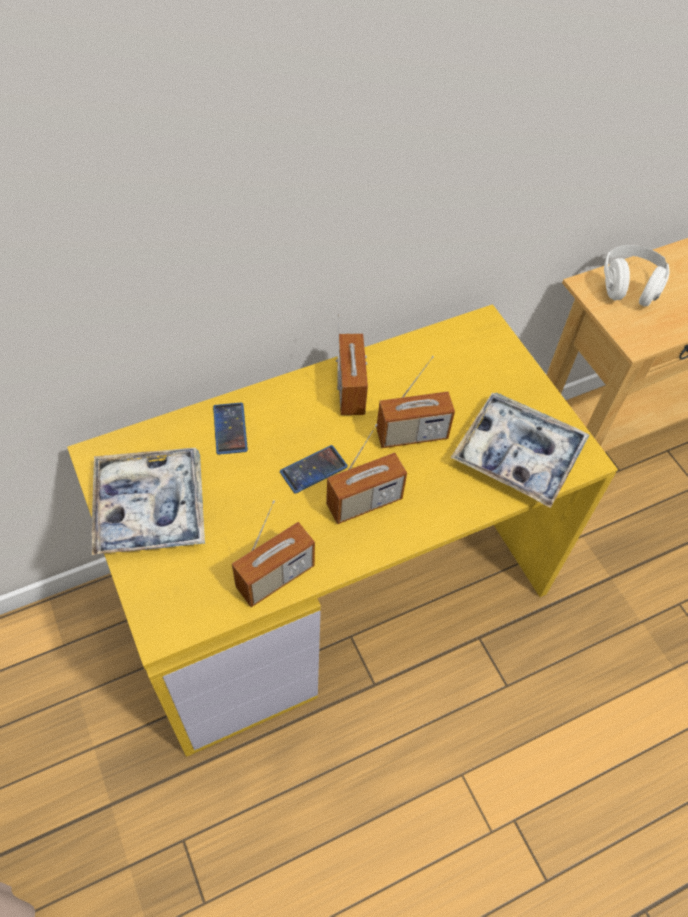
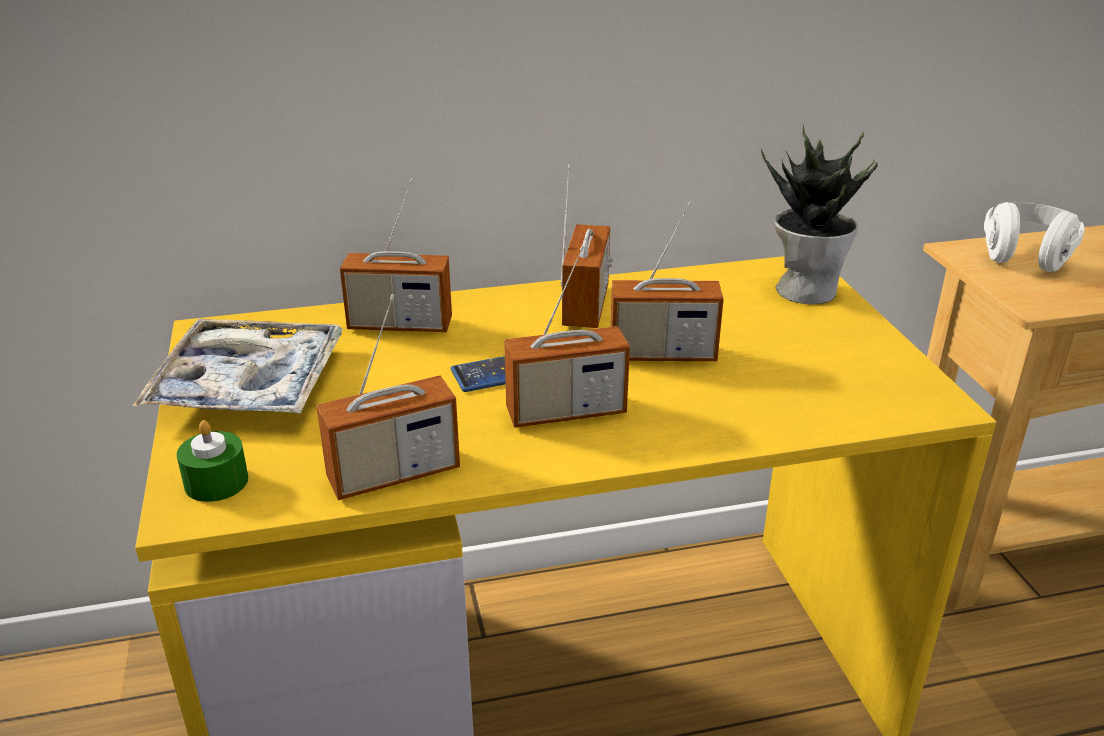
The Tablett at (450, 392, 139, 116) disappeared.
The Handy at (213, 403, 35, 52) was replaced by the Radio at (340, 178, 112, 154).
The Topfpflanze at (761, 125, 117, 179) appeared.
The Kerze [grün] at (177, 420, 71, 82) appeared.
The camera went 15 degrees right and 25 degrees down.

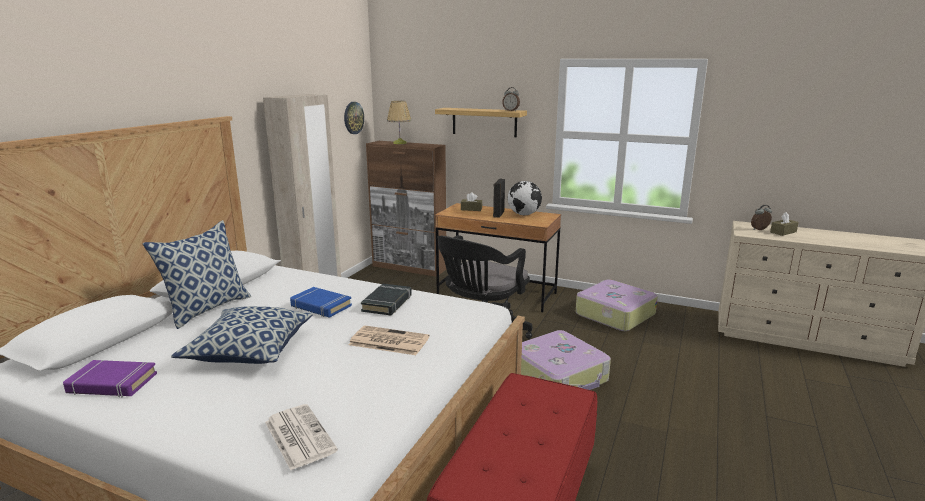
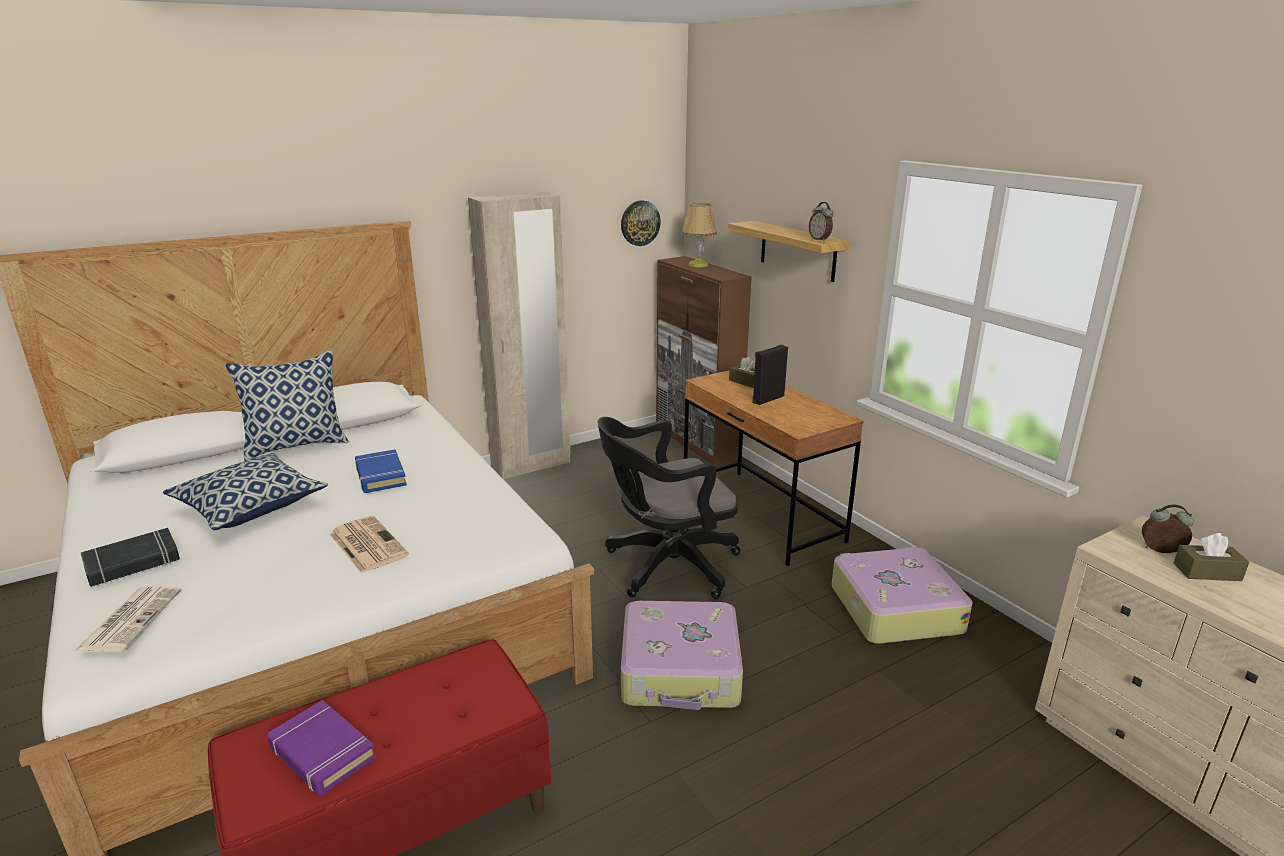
The Globus at (508, 181, 34, 34) disappeared.
The Buch [schwarz] moved from (361, 283, 51, 33) to (81, 528, 99, 59).
The Buch [lila] moved from (63, 360, 94, 37) to (267, 700, 109, 95).
The camera went 35 degrees right and 5 degrees up.

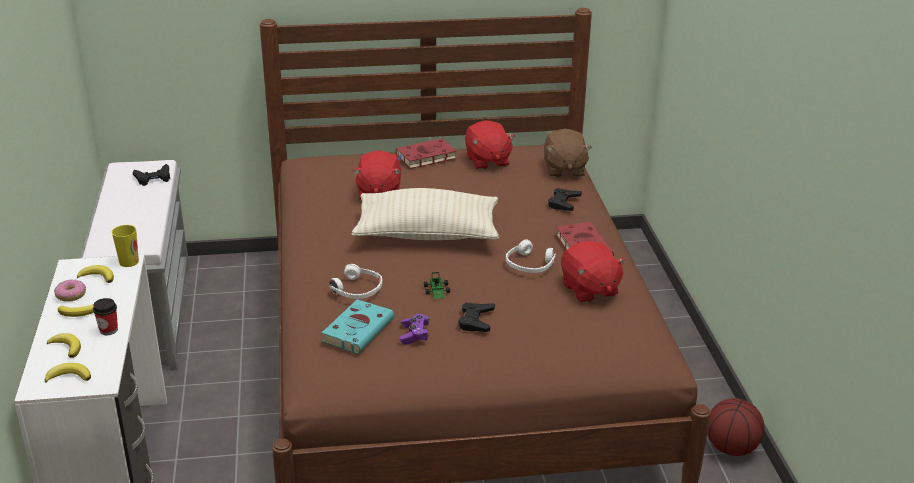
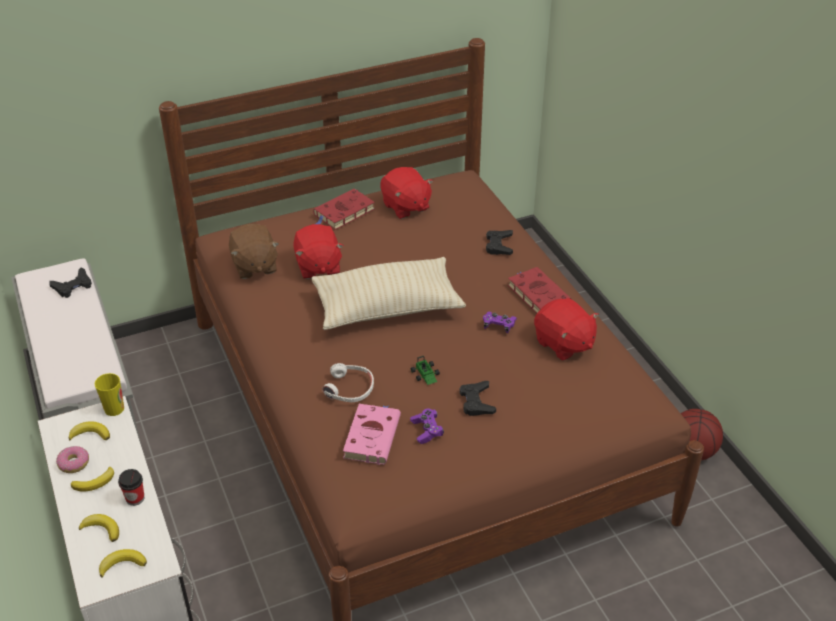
The Plüschtier [braun] moved from (544, 129, 48, 49) to (229, 224, 50, 55).
The Kopfhörer [weiß] at (506, 239, 50, 34) was replaced by the Gamepad [lila] at (483, 312, 34, 21).
The Buch [türkis] at (322, 299, 73, 55) became the Buch [rosa] at (343, 404, 58, 61).
The camera went 15 degrees left and 10 degrees up.

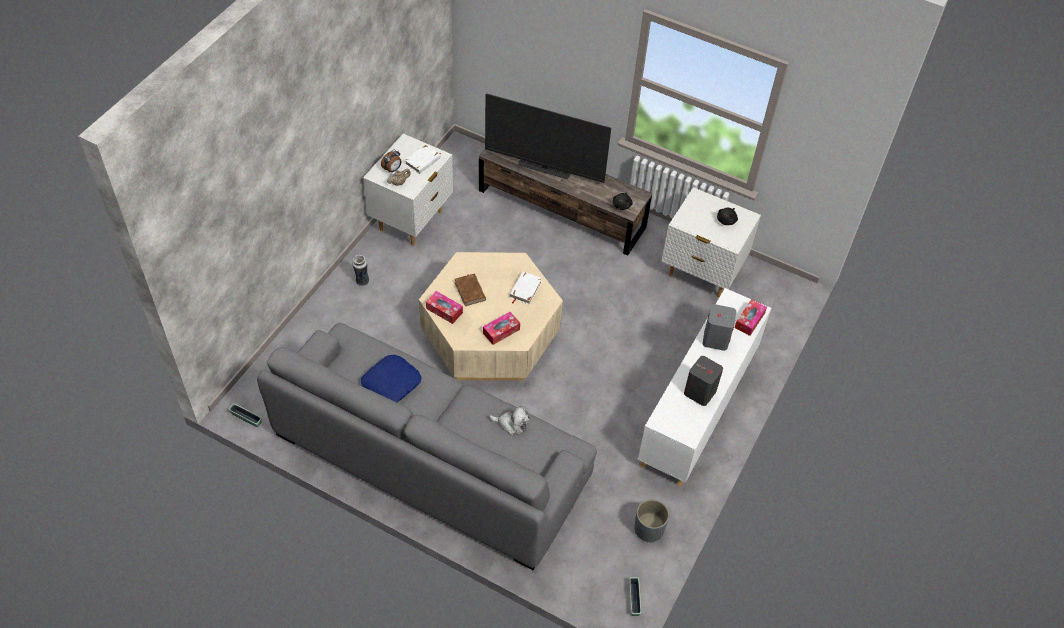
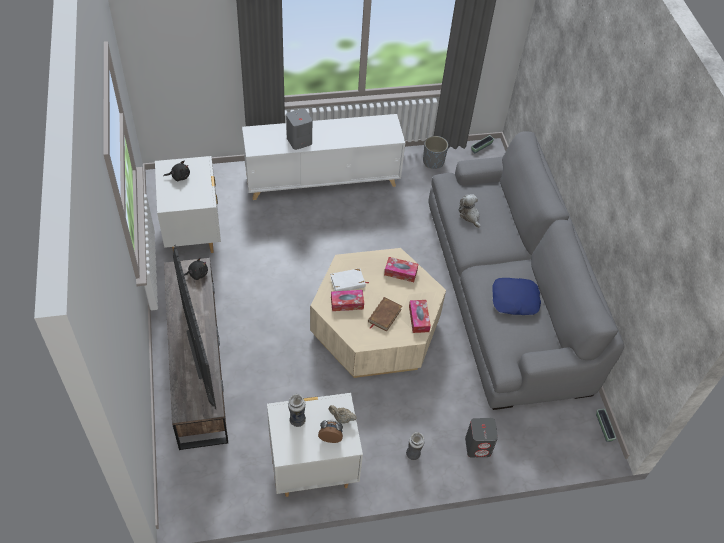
The Buch [weiß] at (405, 145, 36, 29) was replaced by the Vase at (288, 394, 18, 33).
The Taschentuchbox moved from (735, 299, 32, 37) to (331, 290, 33, 21).
The Lautsprecher [grau] moved from (684, 356, 39, 50) to (465, 418, 33, 40).
The camera went 130 degrees left and 0 degrees up.

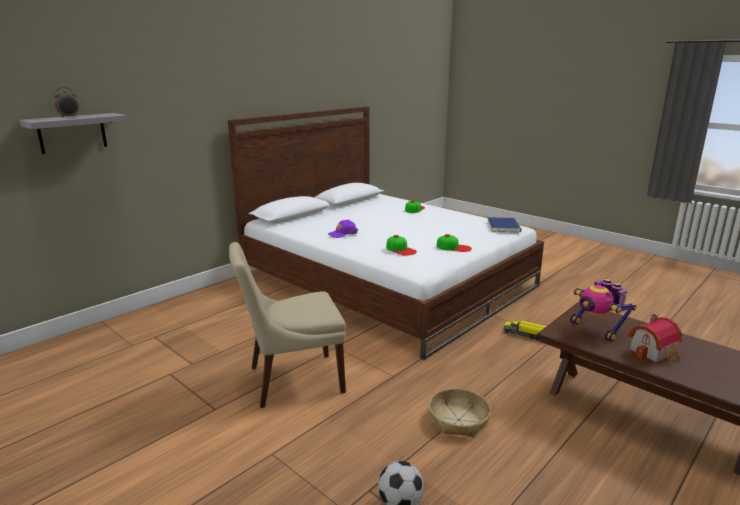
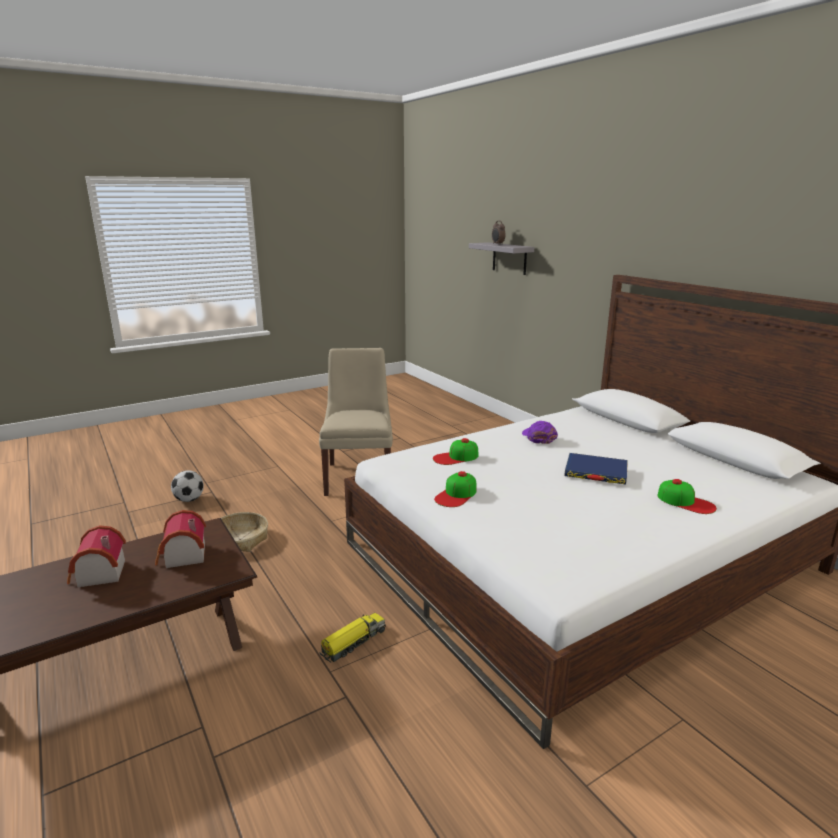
The Buch [blau] moved from (487, 217, 35, 16) to (564, 453, 64, 32).
The Spielzeugroboter at (570, 279, 66, 63) was replaced by the Spielzeughaus at (155, 510, 51, 58).
The camera went 105 degrees right and 0 degrees up.

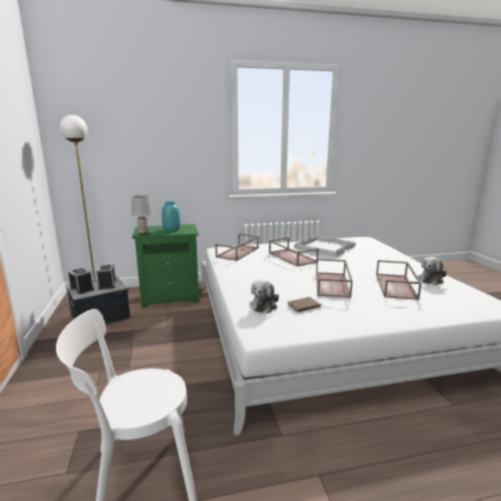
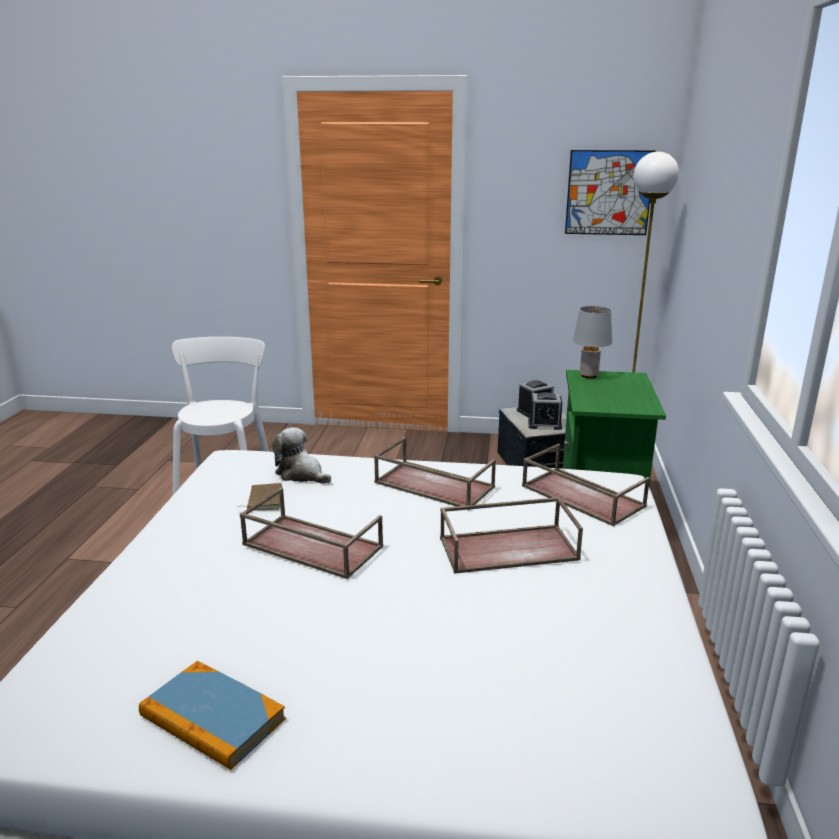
The Vase [türkis] at (162, 201, 19, 31) disappeared.
The Tablett [weiß] at (294, 235, 62, 22) disappeared.
The Plüschtier at (418, 257, 29, 28) was replaced by the Buch at (139, 661, 147, 109).
The Tablett [braun] moved from (376, 260, 46, 40) to (374, 437, 122, 73).
The Bild at (565, 150, 91, 85) appeared.
The camera went 110 degrees right and 5 degrees up.

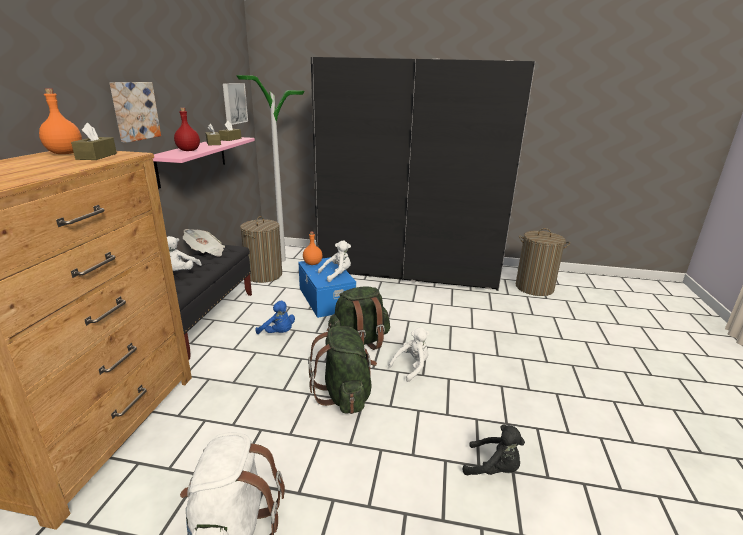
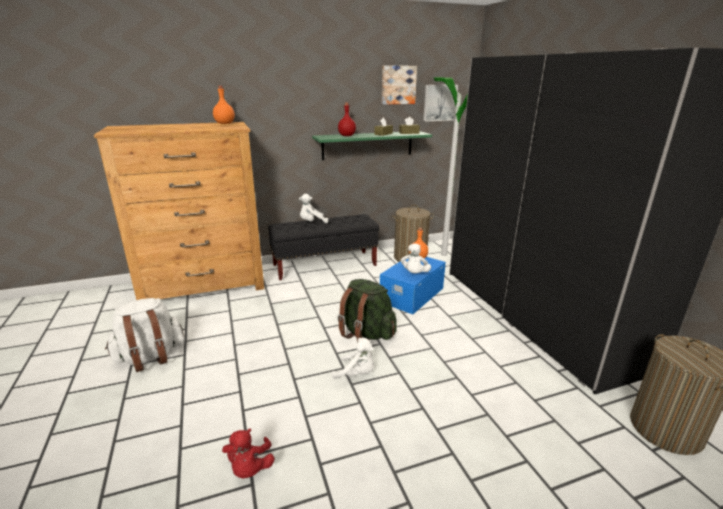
The Bild moved from (110, 82, 51, 61) to (382, 65, 35, 40).
The Taschentuchbox [braun] at (71, 123, 46, 37) disappeared.
The Wandregal [rosa] at (153, 137, 102, 51) became the Wandregal [grün] at (312, 131, 120, 29).
The Zeitung at (183, 229, 42, 28) disappeared.
The Plüschtier [weiß] at (318, 240, 33, 42) turned 75 degrees clockwise.
The Plüschtier [blau] at (255, 301, 40, 33) disappeared.
The Rucksack [grün] at (308, 326, 69, 88) disappeared.
The Plüschtier [schwarz] at (463, 425, 62, 50) became the Plüschtier [rot] at (222, 428, 53, 50).
The camera went 60 degrees right and 0 degrees up.

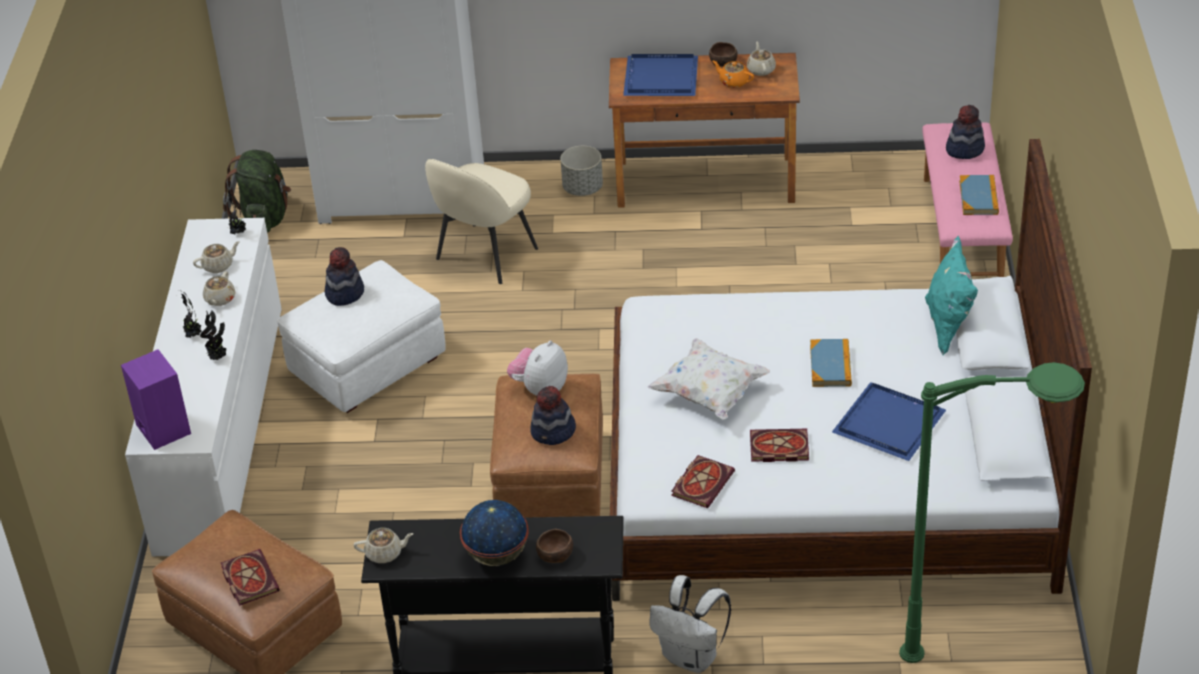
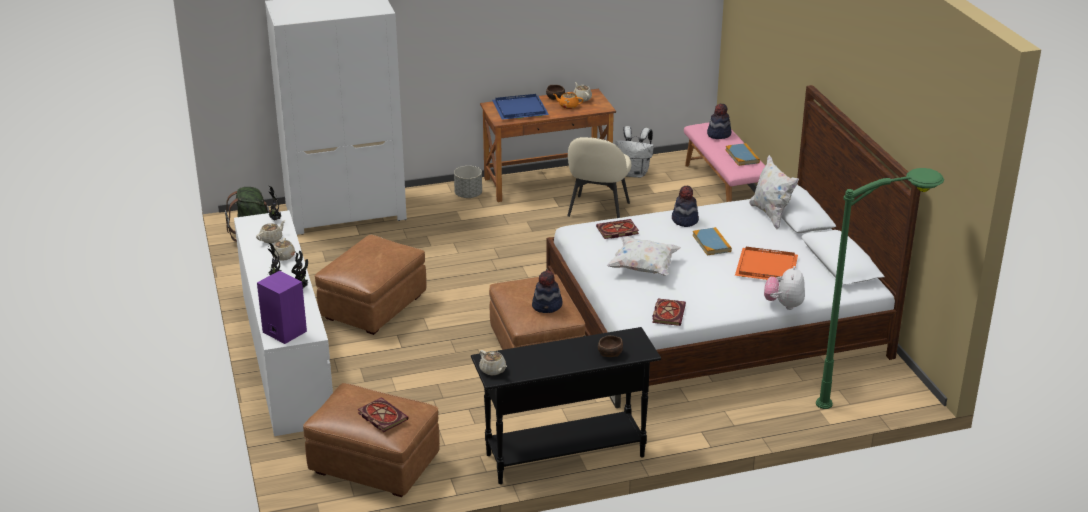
The Stuhl [beige] moved from (425, 159, 113, 125) to (567, 137, 65, 81).
The Kissen [türkis] at (925, 236, 53, 119) became the Kissen [weiß] at (749, 155, 50, 75).
The Hut moved from (325, 247, 39, 59) to (672, 186, 27, 41).
The Polsterhocker [weiß] at (277, 260, 169, 153) became the Polsterhocker [braun] at (315, 235, 112, 100).
The Plüschtier moved from (507, 340, 61, 56) to (764, 266, 41, 44).
The Tablett [blau] at (832, 382, 114, 79) became the Tablett [orange] at (735, 247, 63, 33).
The Buch moved from (750, 429, 59, 33) to (596, 219, 43, 20).
The Globus at (460, 500, 69, 66) disappeared.
The Teekanne [beige] at (353, 528, 61, 35) turned 75 degrees clockwise.
The Rucksack [weiß] moved from (649, 575, 82, 98) to (616, 126, 38, 52).
The camera went 20 degrees left and 10 degrees down.

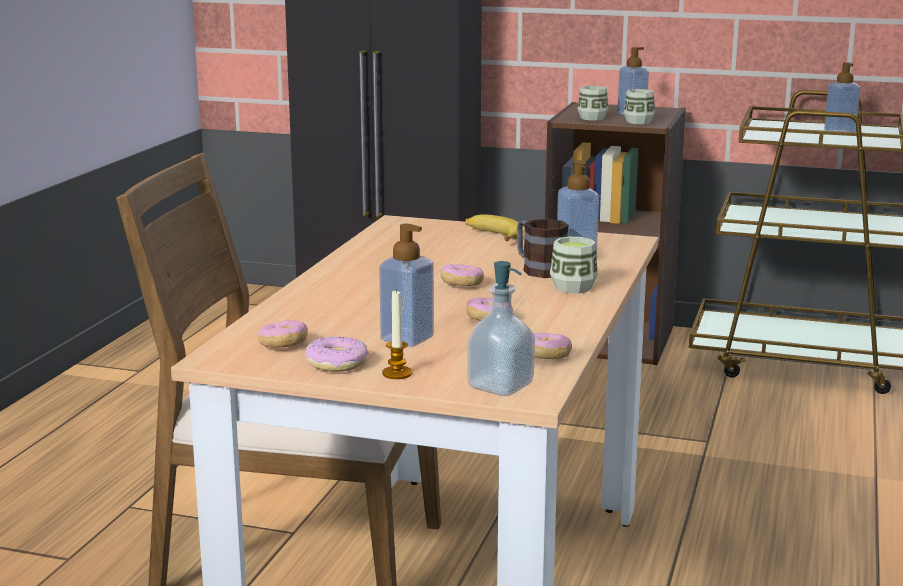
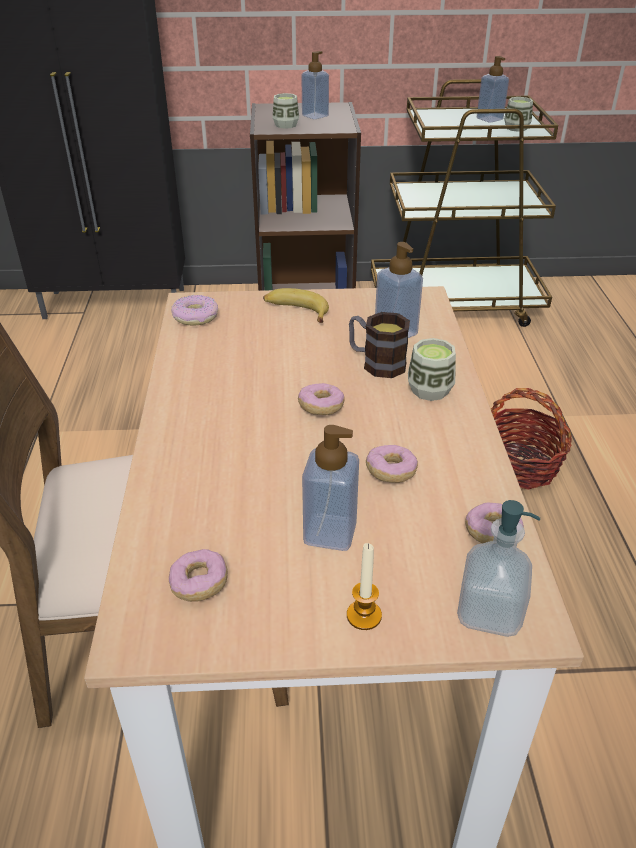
The Tasse moved from (624, 89, 31, 35) to (504, 97, 29, 35).
The Donut moved from (305, 336, 63, 36) to (171, 295, 47, 31).
The Korb at (491, 388, 81, 102) appeared.
The camera went 20 degrees left and 20 degrees up.

